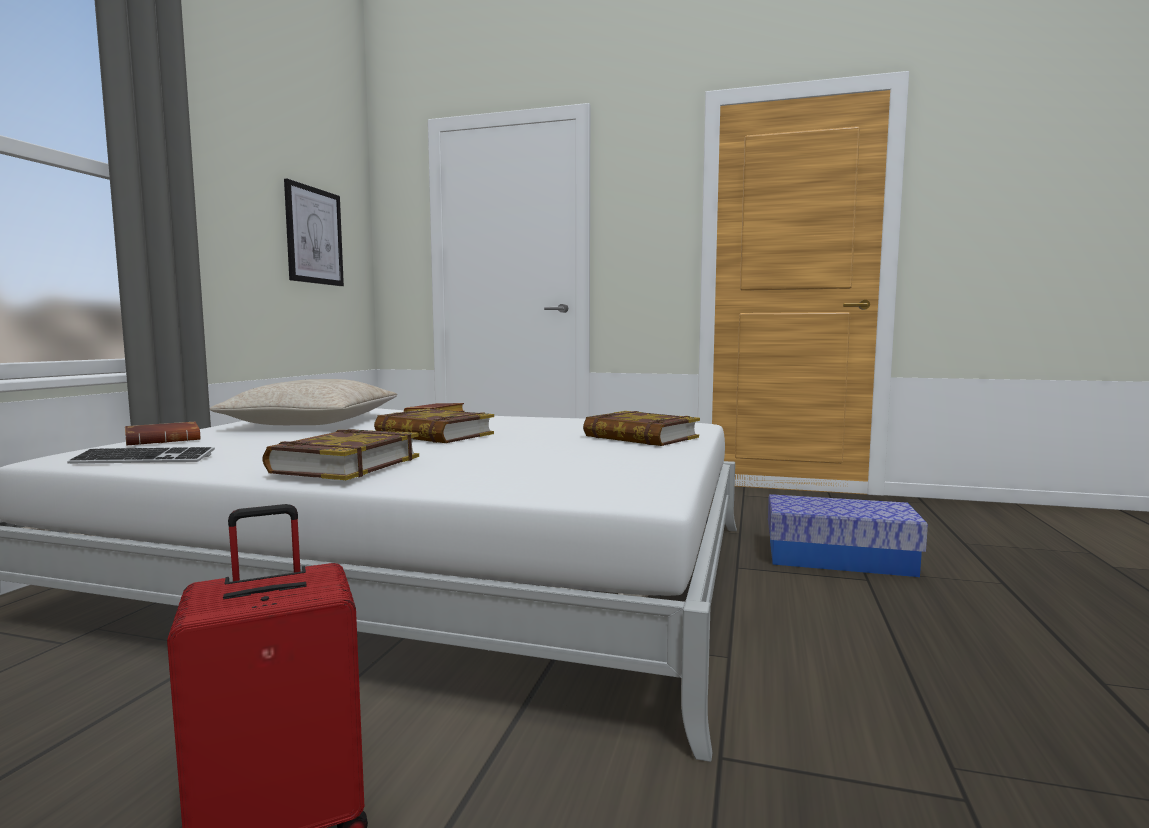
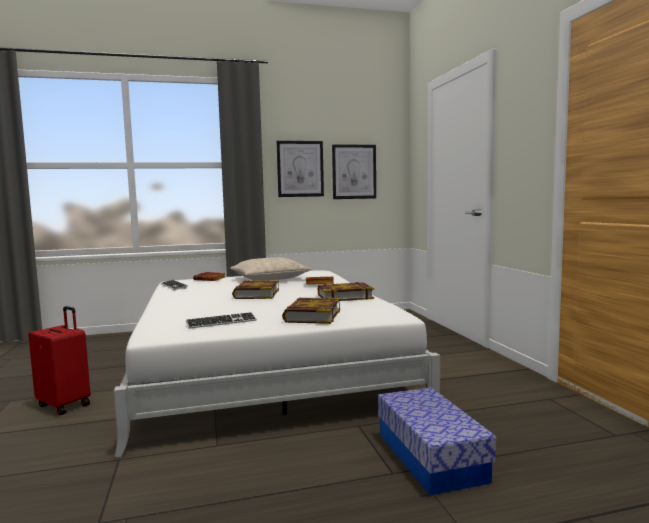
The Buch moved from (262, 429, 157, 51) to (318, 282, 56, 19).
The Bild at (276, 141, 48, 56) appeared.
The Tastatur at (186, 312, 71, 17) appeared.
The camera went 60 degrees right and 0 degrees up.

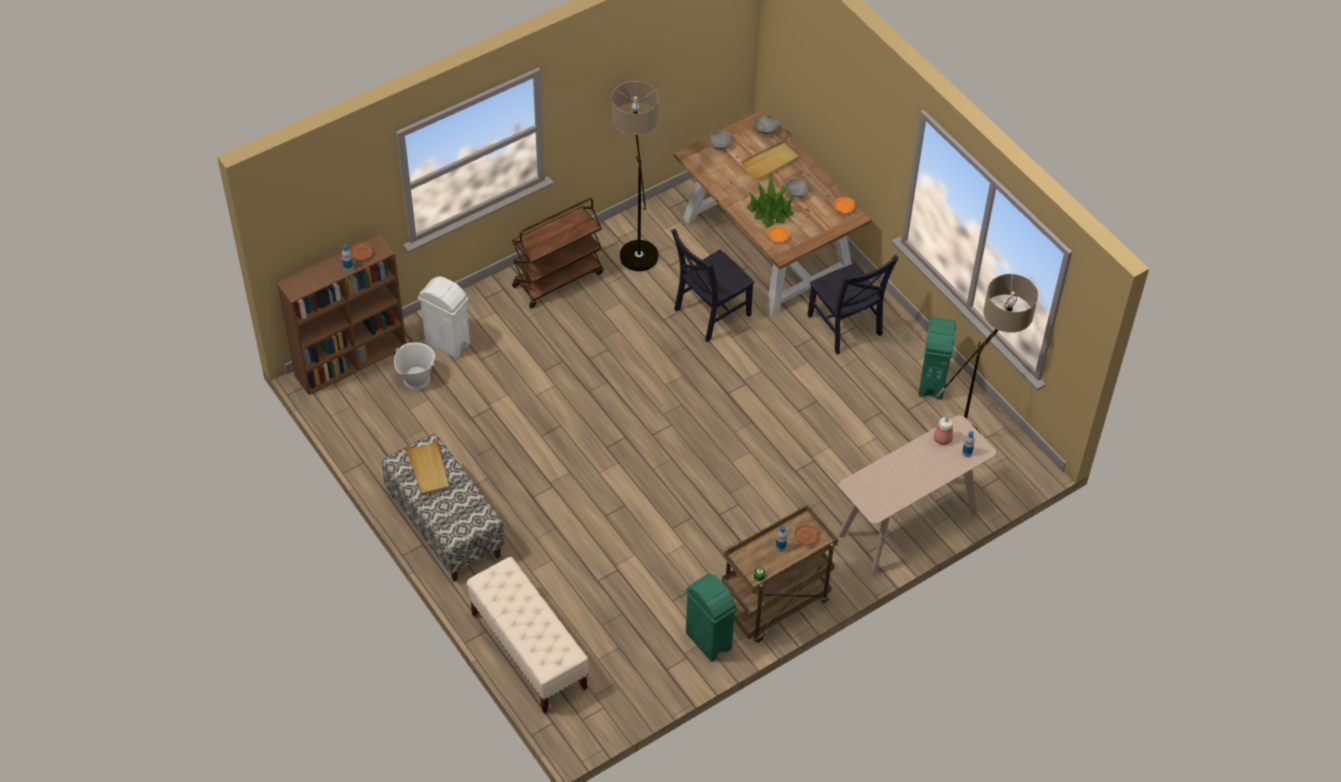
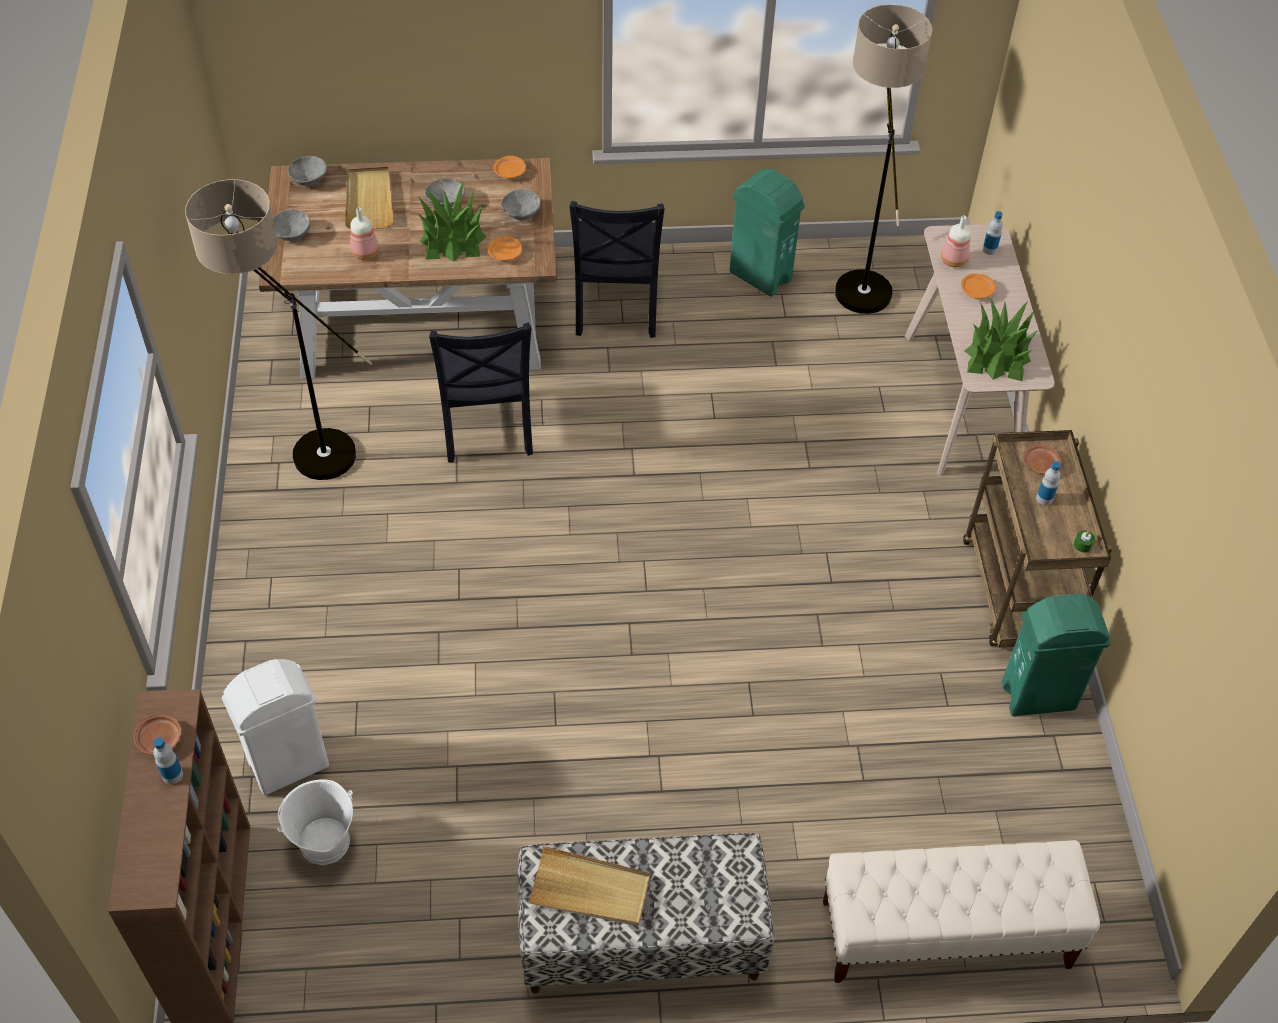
The Rollwagen [braun] at (512, 198, 92, 110) disappeared.
The Stuhl [schwarz] at (807, 255, 92, 99) turned 90 degrees clockwise.
The Schüssel [grau] at (501, 189, 40, 31) appeared.
The Flasche at (350, 208, 29, 52) appeared.
The Teller [orange] at (961, 274, 35, 25) appeared.
The Topfpflanze at (965, 298, 73, 83) appeared.
The camera went 60 degrees left and 0 degrees up.

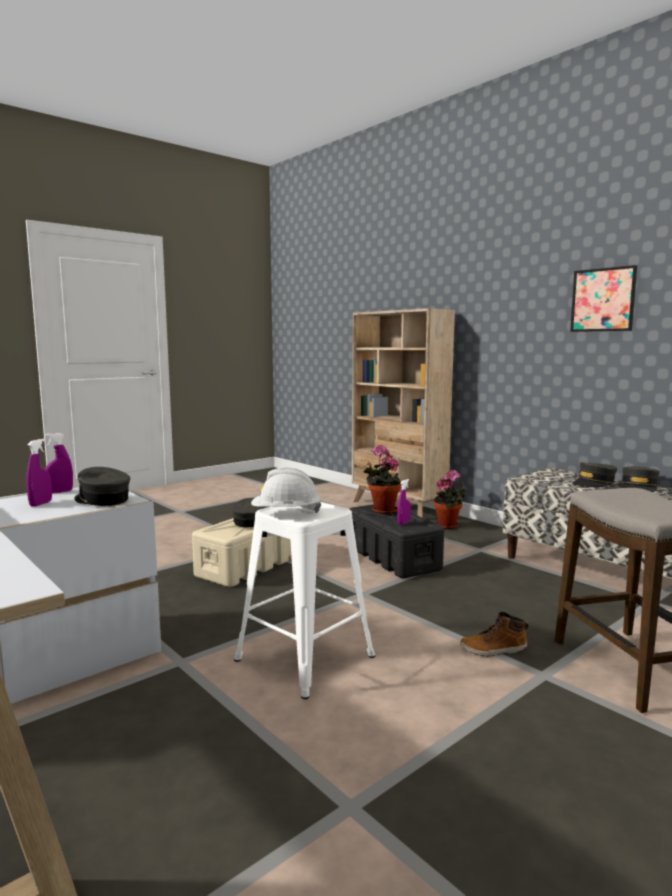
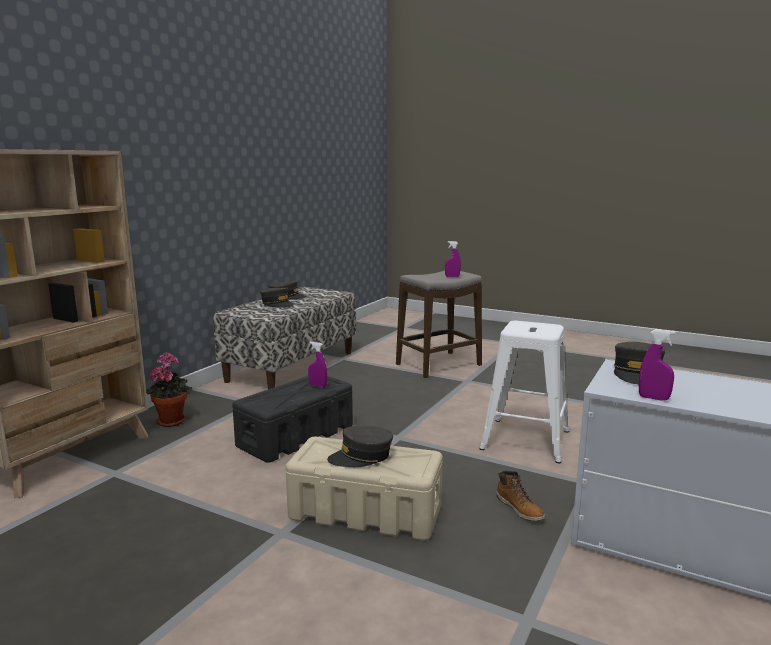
The Bild at (570, 265, 67, 67) disappeared.
The Sprühflasche [lila] moved from (26, 439, 26, 68) to (445, 241, 16, 36).
The Topfpflanze at (363, 445, 38, 69) disappeared.
The Schutzhelm [weiß] at (251, 467, 70, 46) disappeared.
The Stiefel moved from (460, 612, 68, 45) to (496, 471, 49, 50).
The camera went 110 degrees left and 5 degrees up.

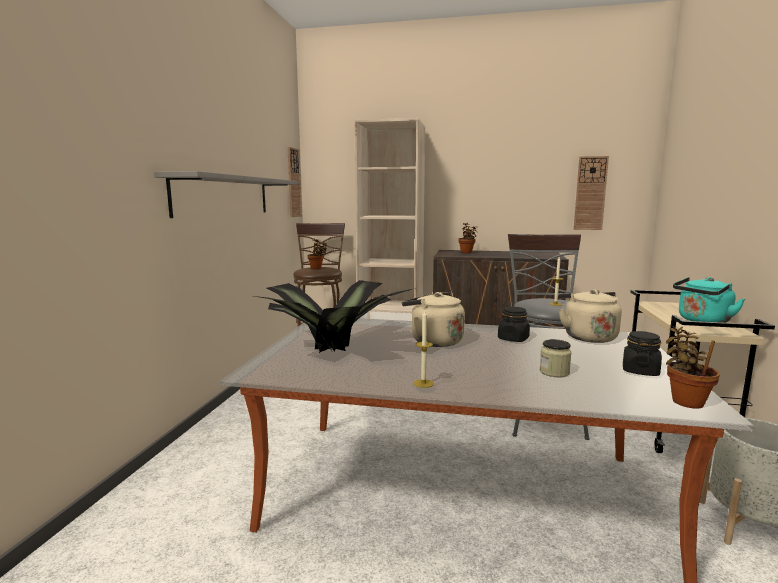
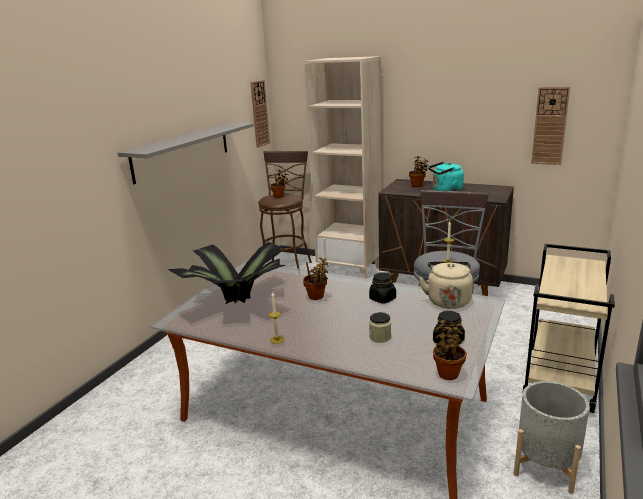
The Wasserkessel [türkis] moved from (673, 277, 72, 46) to (428, 162, 36, 29).
The Wasserkessel [beige] at (402, 292, 63, 55) was replaced by the Topfpflanze at (303, 258, 26, 42).
The camera went 15 degrees right and 10 degrees up.

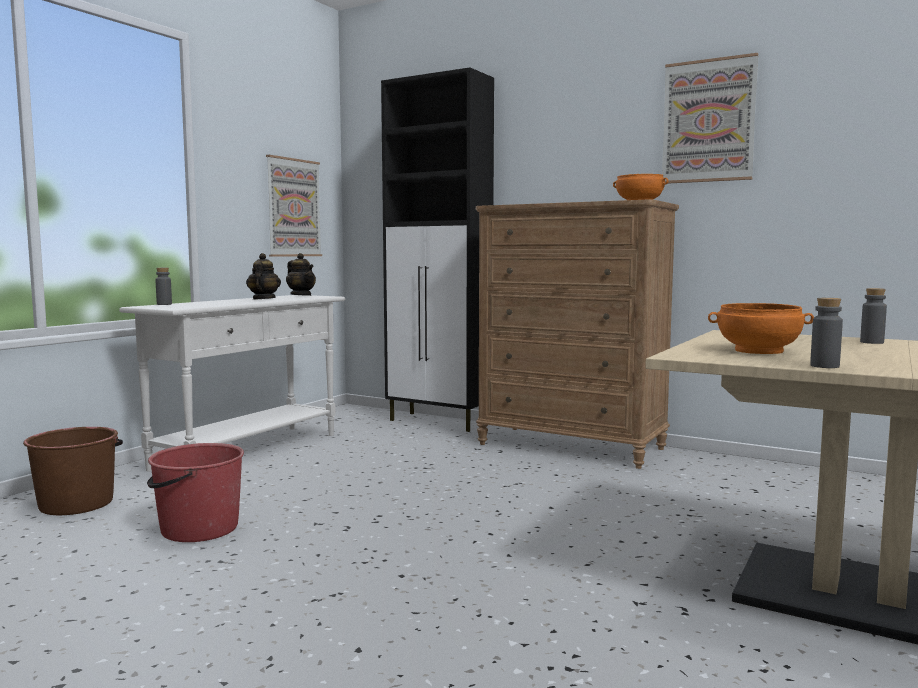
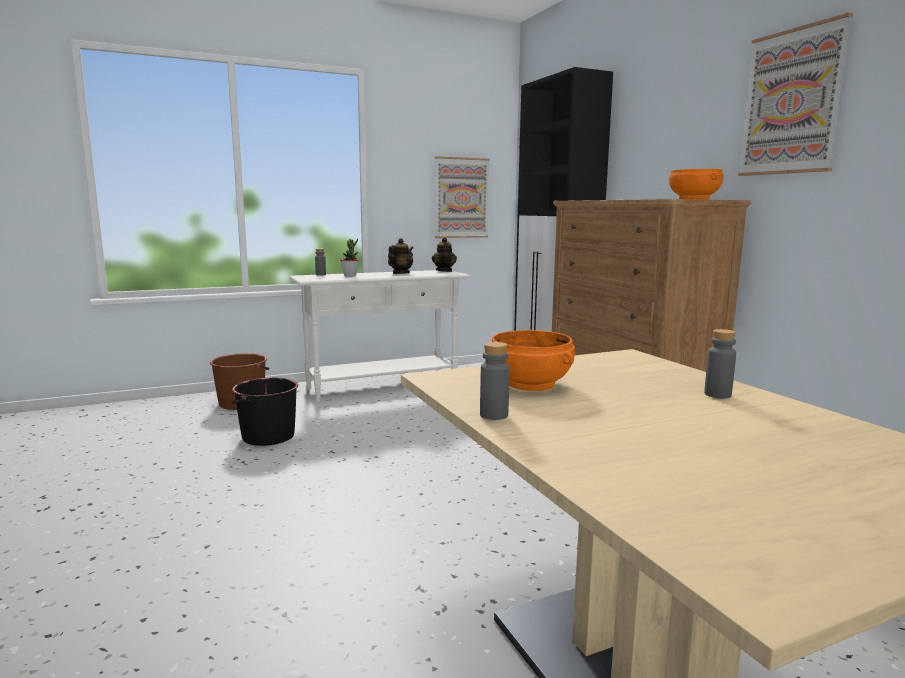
The Eimer [rot] at (147, 443, 97, 99) became the Eimer [schwarz] at (231, 378, 67, 68).
The Topfpflanze at (340, 239, 19, 38) appeared.
The camera went 35 degrees right and 5 degrees up.

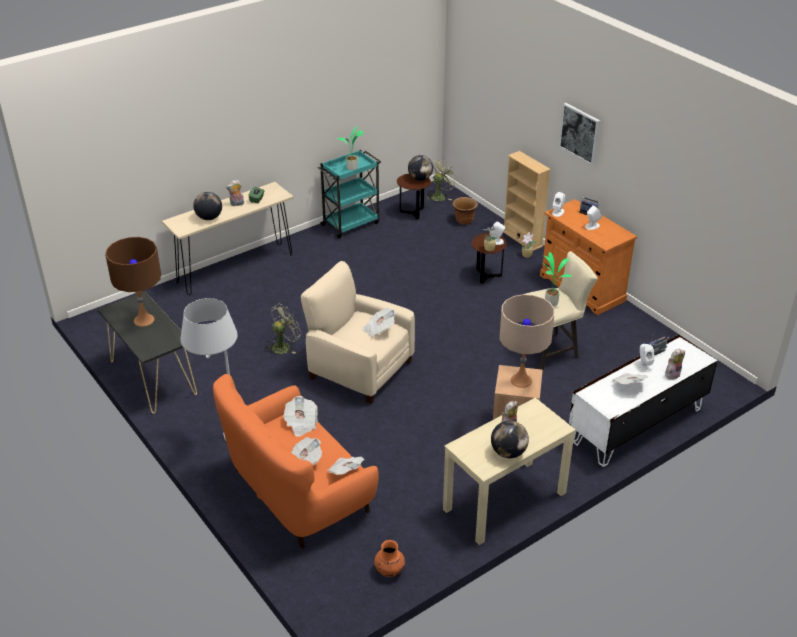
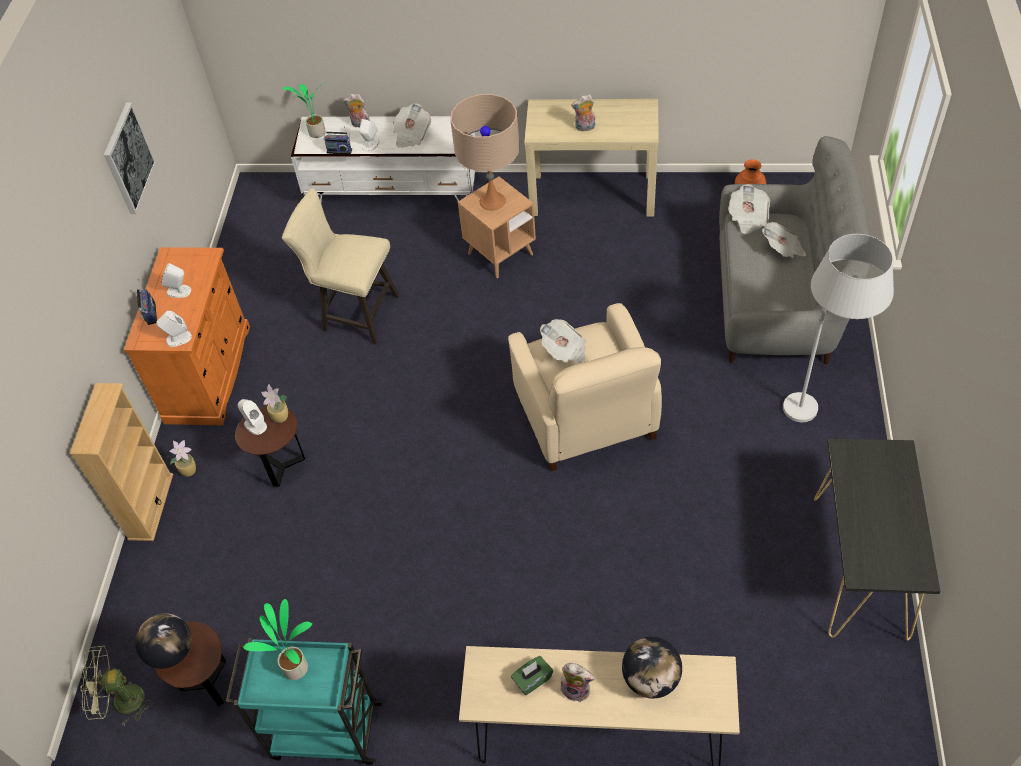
The Bild moved from (559, 103, 41, 62) to (104, 103, 52, 111).
The Pflanzkübel [braun] at (453, 197, 25, 28) disappeared.
The Tischlampe [braun] at (105, 237, 56, 90) disappeared.
The Topfpflanze moved from (543, 252, 29, 54) to (282, 82, 46, 56).
The Ventilator [grün] at (267, 305, 35, 49) disappeared.
The Sofa [orange] at (213, 374, 166, 175) became the Sofa [grau] at (719, 136, 151, 229).
The Zeitung at (283, 396, 35, 41) disappeared.
The Globus at (491, 421, 38, 37) disappeared.
The camera went 135 degrees left and 15 degrees up.

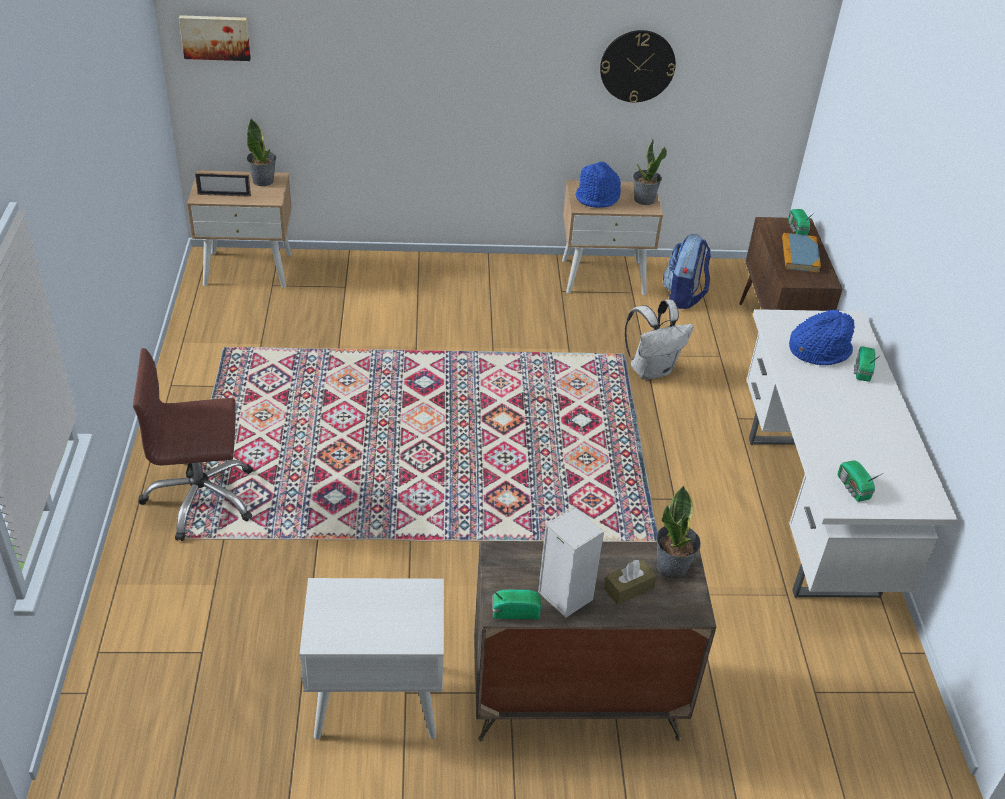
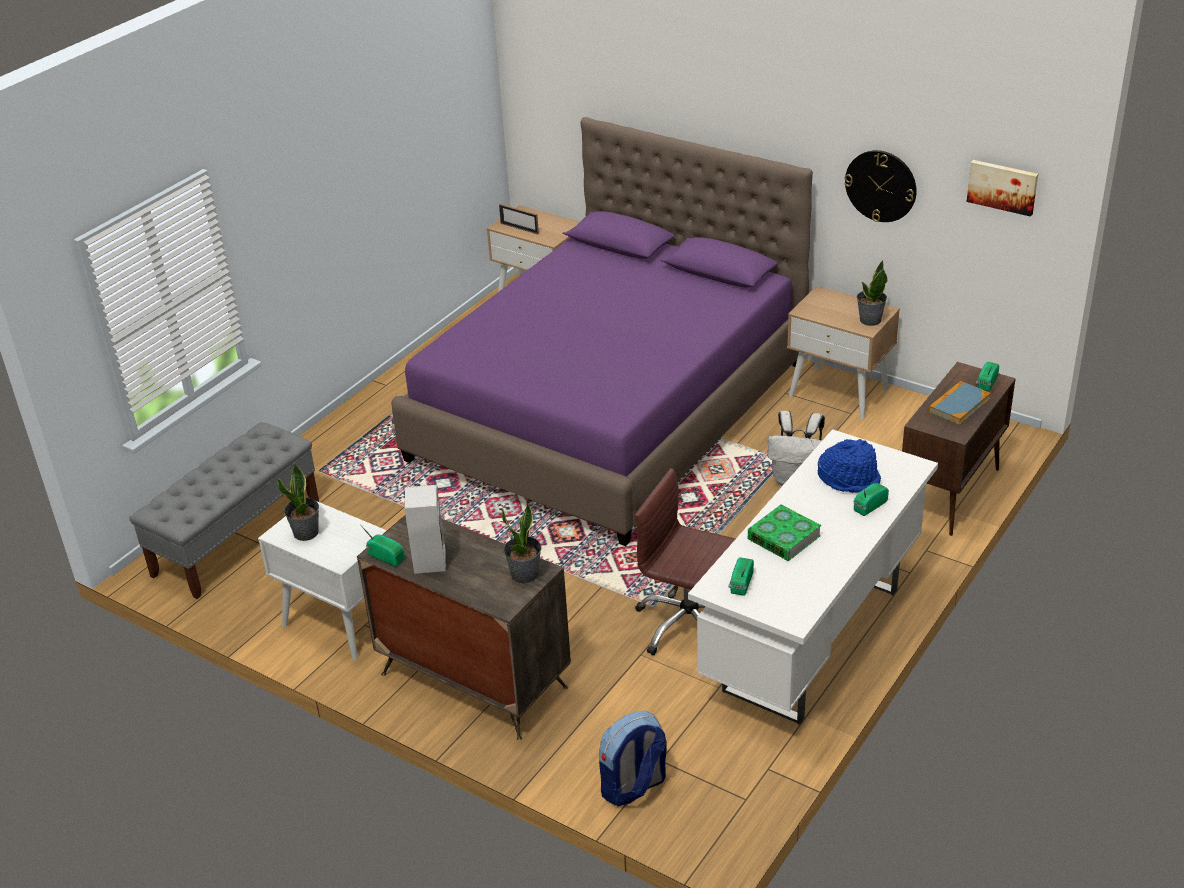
The Bild moved from (179, 15, 72, 46) to (967, 160, 71, 57).
The Topfpflanze moved from (246, 118, 30, 68) to (278, 463, 41, 78).
The Hut [blau] at (575, 161, 46, 47) disappeared.
The Rucksack moved from (663, 234, 48, 75) to (599, 711, 68, 95).
The Bürostuhl [braun] moved from (133, 348, 120, 193) to (634, 468, 101, 188).
The Taschentuchbox [braun] at (604, 559, 52, 46) disappeared.
The Bett [lila] at (391, 117, 422, 429) appeared.
The Bank [grau] at (129, 422, 190, 177) appeared.
The Buch at (748, 504, 73, 57) appeared.
The camera went 40 degrees right and 5 degrees down.

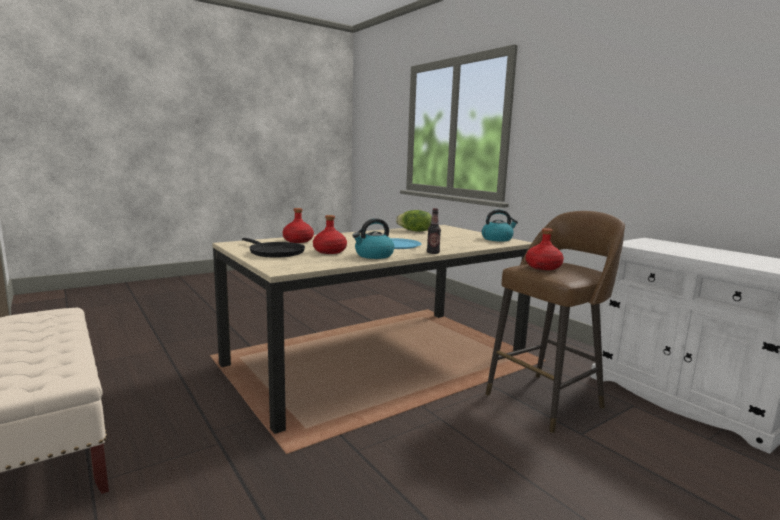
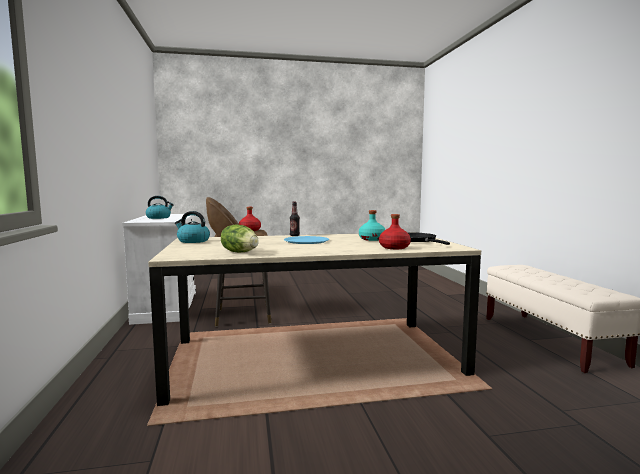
The Flasche [rot] at (313, 215, 34, 39) became the Flasche [türkis] at (359, 210, 26, 31).
The Wasserkessel moved from (352, 218, 42, 41) to (146, 196, 28, 23).
The camera went 155 degrees left and 5 degrees down.

